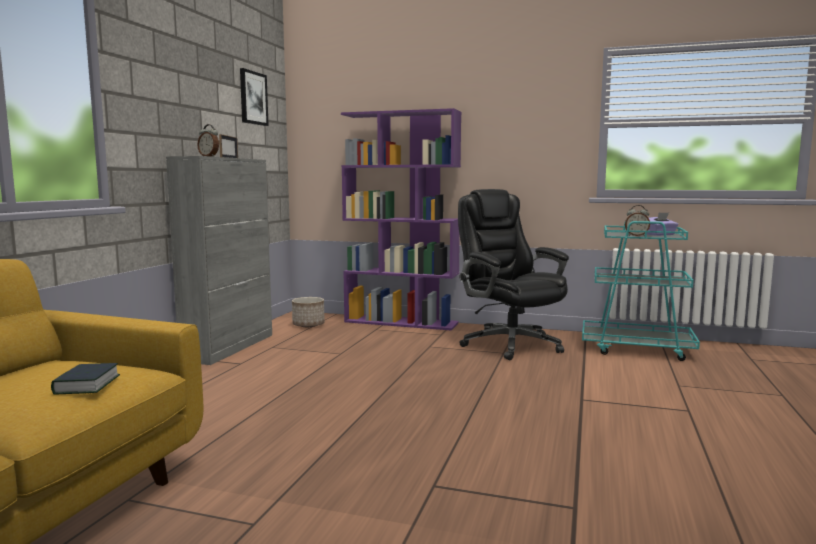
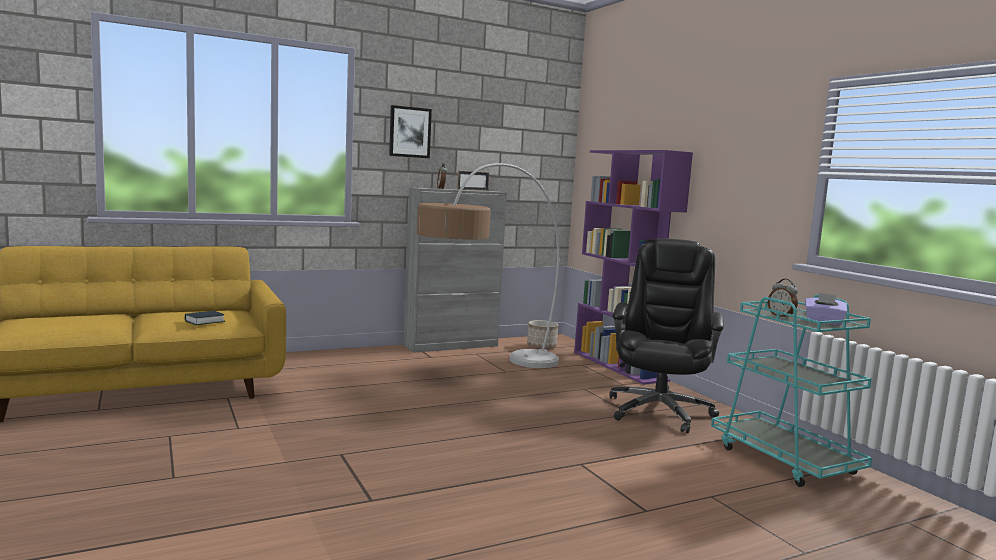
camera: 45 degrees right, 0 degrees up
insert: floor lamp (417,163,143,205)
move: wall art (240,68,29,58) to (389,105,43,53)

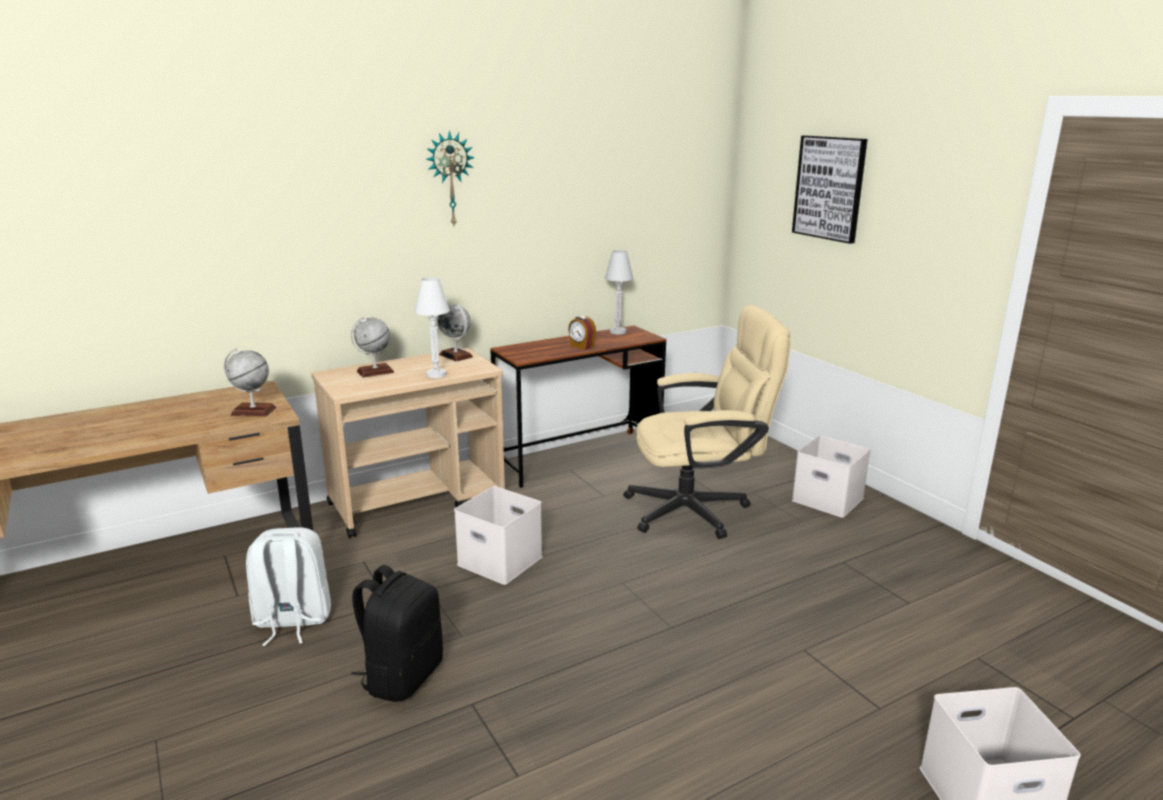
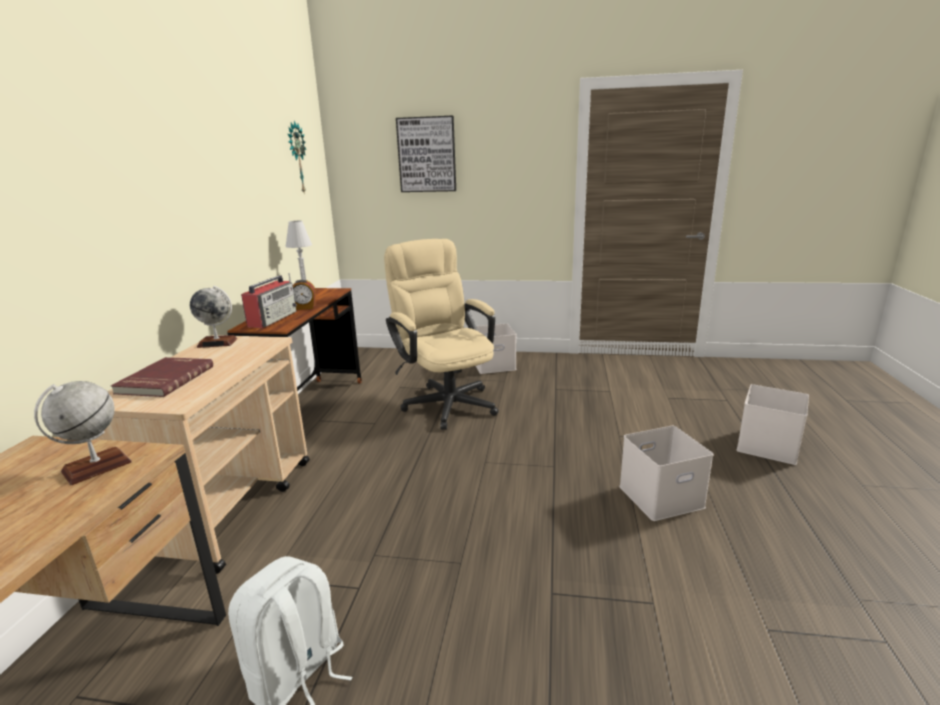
camera: 50 degrees left, 0 degrees up
delete: blackish knapsack (351,565,92,137); whitish tabletop lamp (414,277,36,101)
insert: radio (241,273,56,55)
move: clock on the wall (426,130,49,96) to (288,121,18,74); whitish storage box (454,486,89,99) to (619,426,94,95)
replace: world globe (351,317,43,61) to red bound book (111,357,102,40)
rotate: beige desk chair (623,305,168,234) = (384,239,115,191) 60 degrees counterclockwise

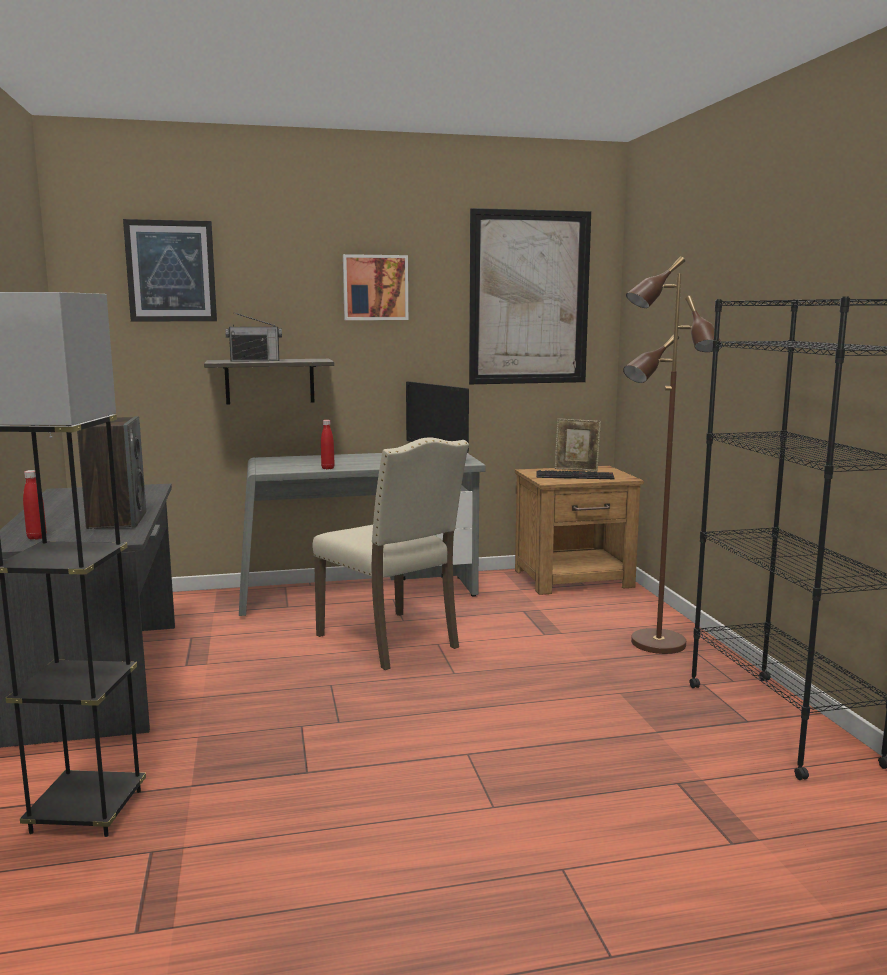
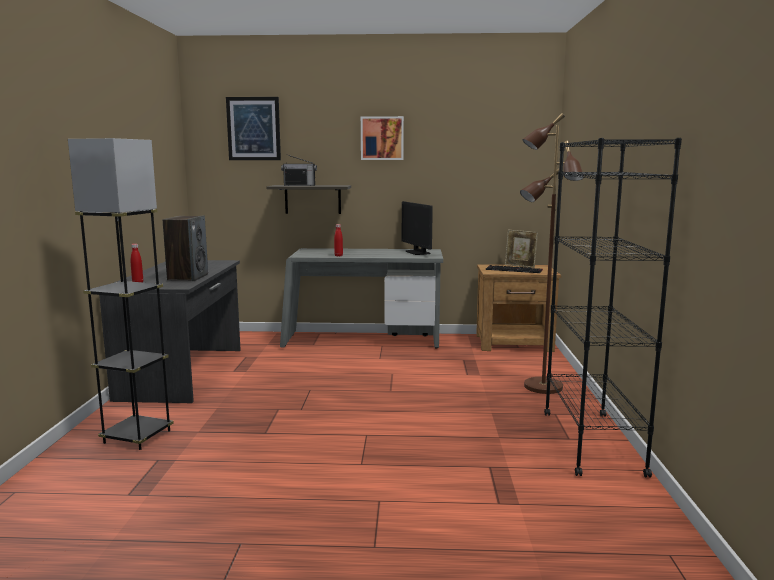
camera: 15 degrees right, 0 degrees up
delete: beige upright chair (312,437,157,233); wall art (469,208,122,176)

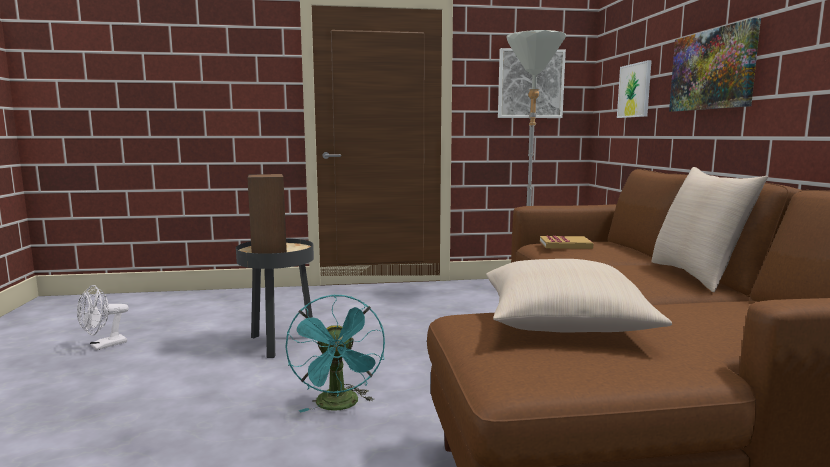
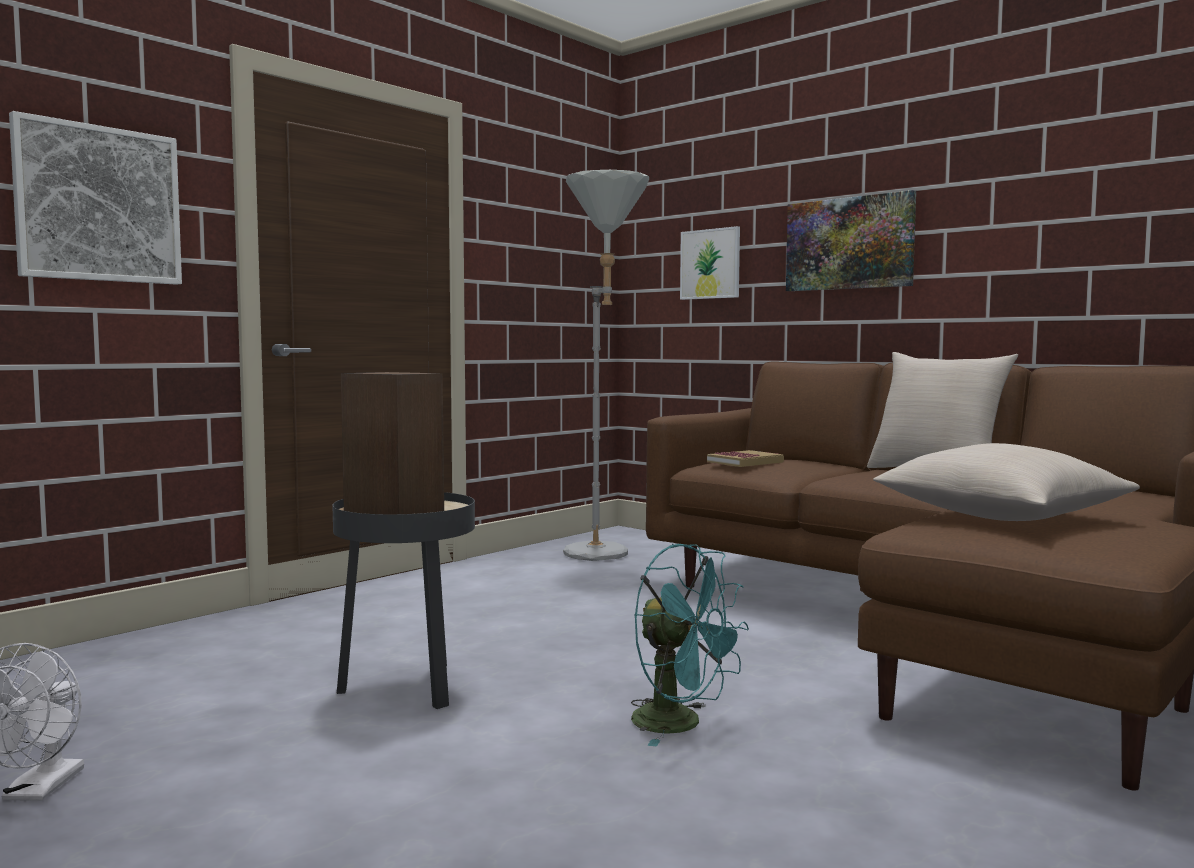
camera: 40 degrees left, 5 degrees down
move: wall art (498,48,68,70) to (9,111,173,174)

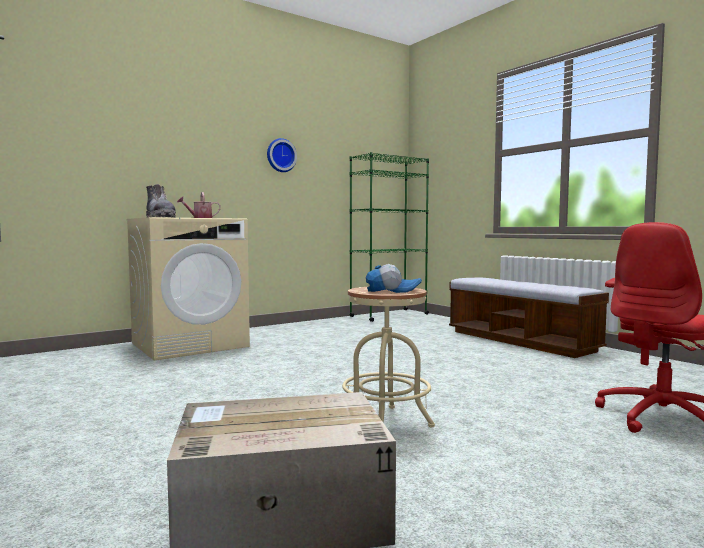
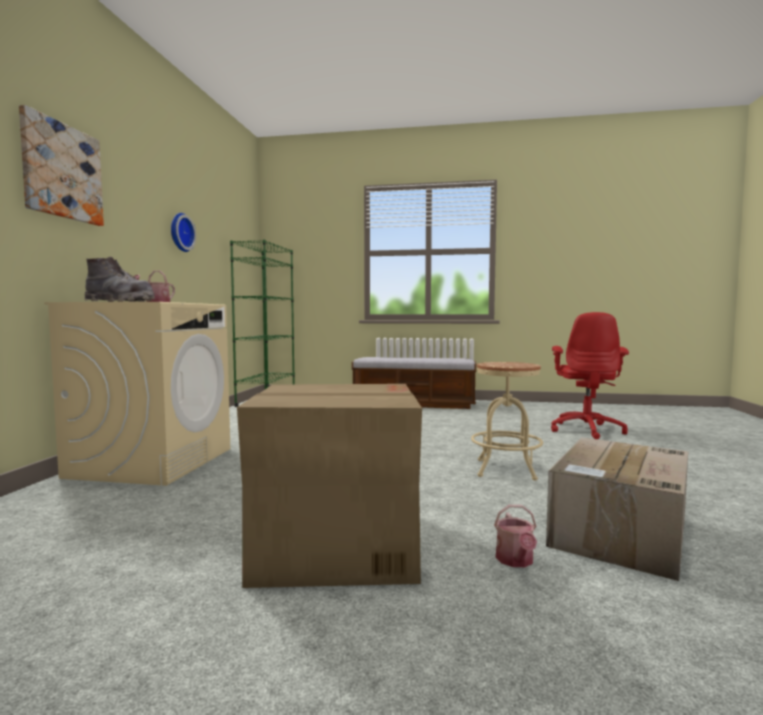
camera: 45 degrees left, 0 degrees up
delete: cap (366,264,56,29)
insert: wall art (19,105,85,121); cardboard box (237,384,185,204); sprinkling can (494,505,43,62)

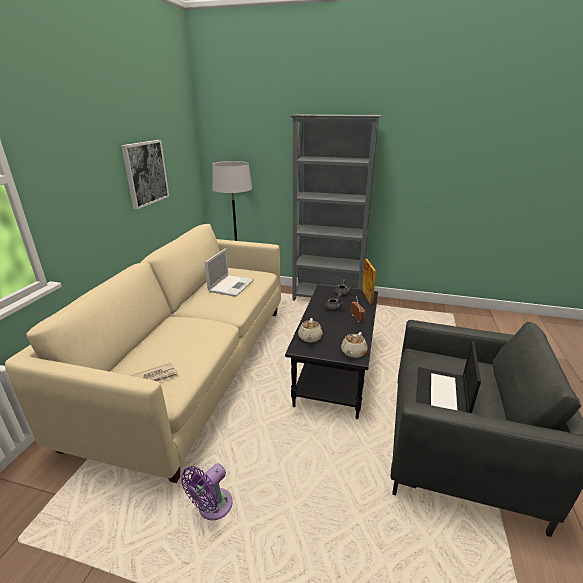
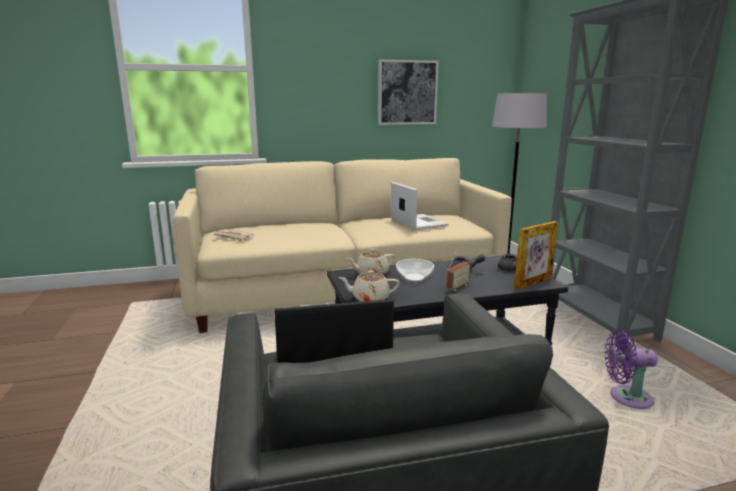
camera: 60 degrees right, 10 degrees down
insert: bowl (396,259,38,22)
move: purplish fan (181,463,52,57) to (605,330,53,79)
rotate: laptop (205,249,49,48) = (391,182,58,48) 105 degrees counterclockwise

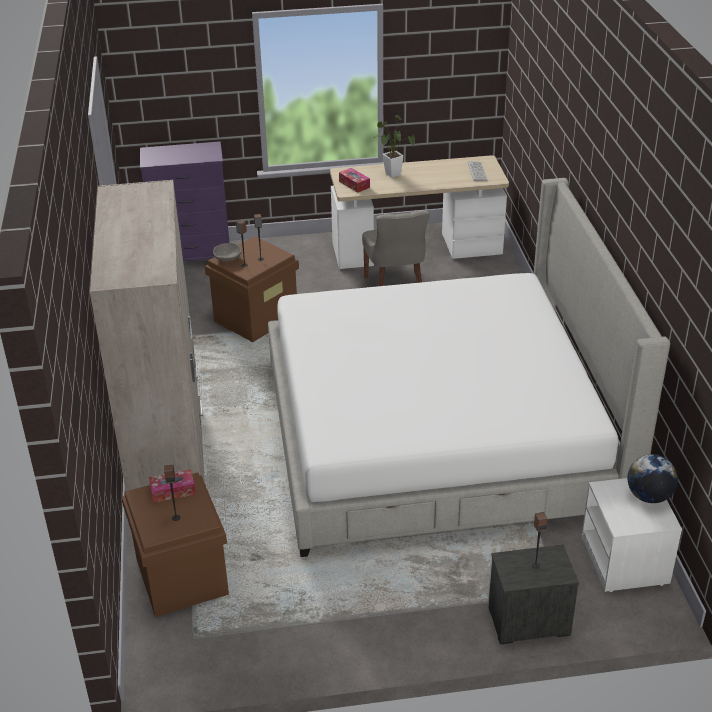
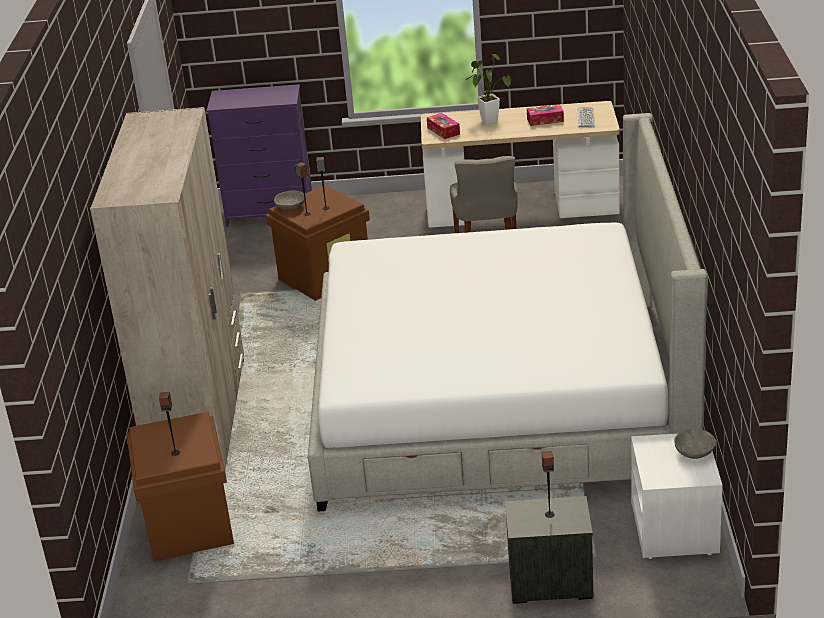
camera: 10 degrees right, 5 degrees down
move: tissue holder (149,469,47,34) to (527,104,37,22)
replace: world globe (628,454,50,49) to greyish bowl (674,429,43,30)

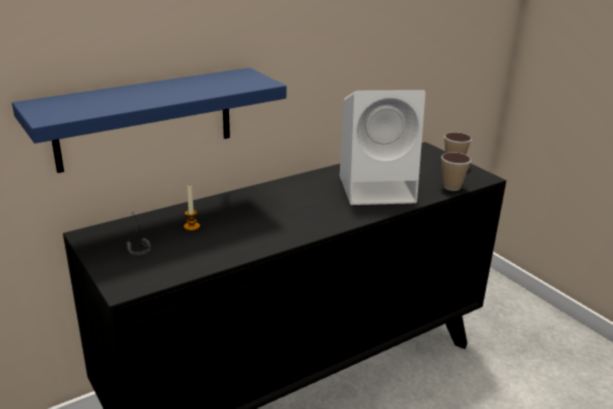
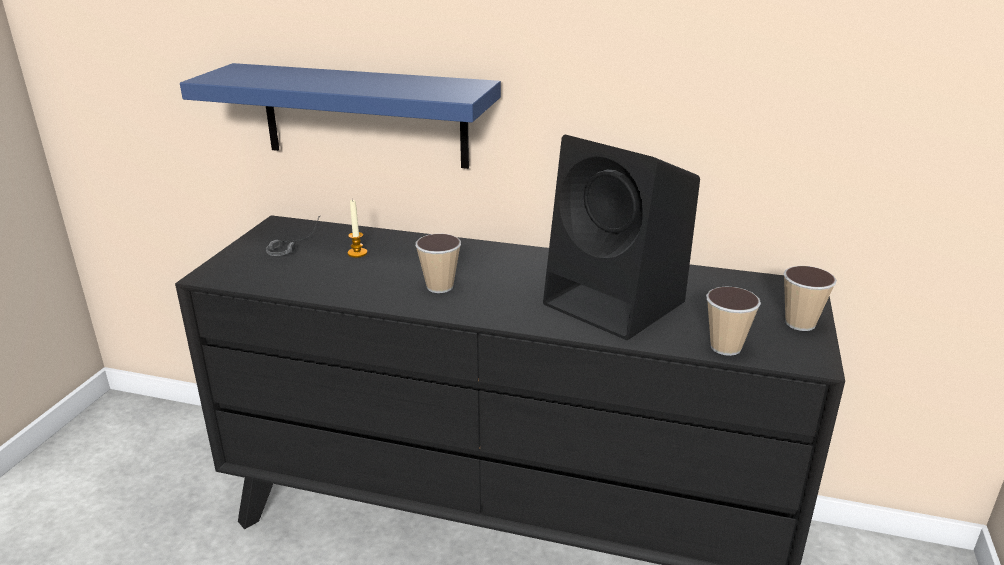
camera: 50 degrees right, 0 degrees up
insert: cup (415,234,46,59)
recolor: whitish audio speaker (340,90,85,115) to blackish audio speaker (543,135,157,205)

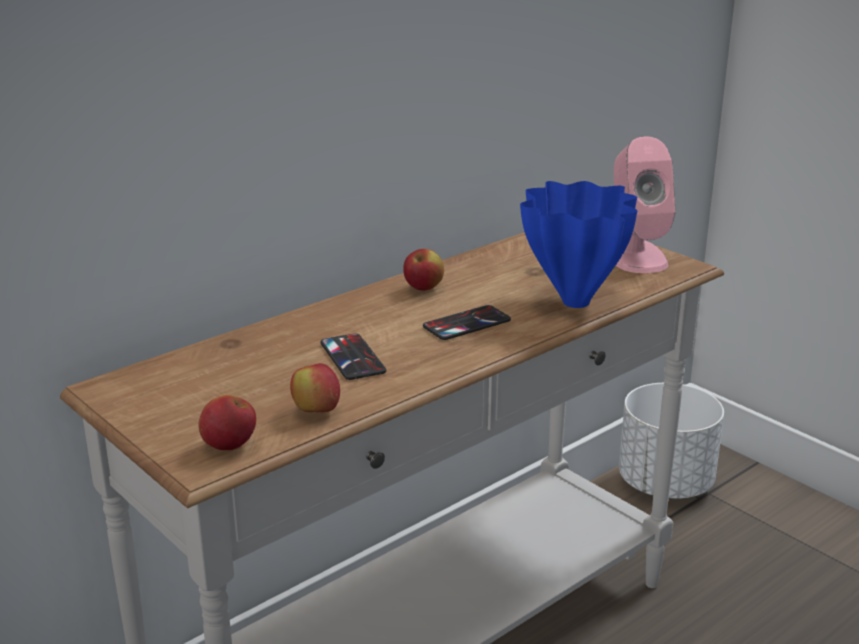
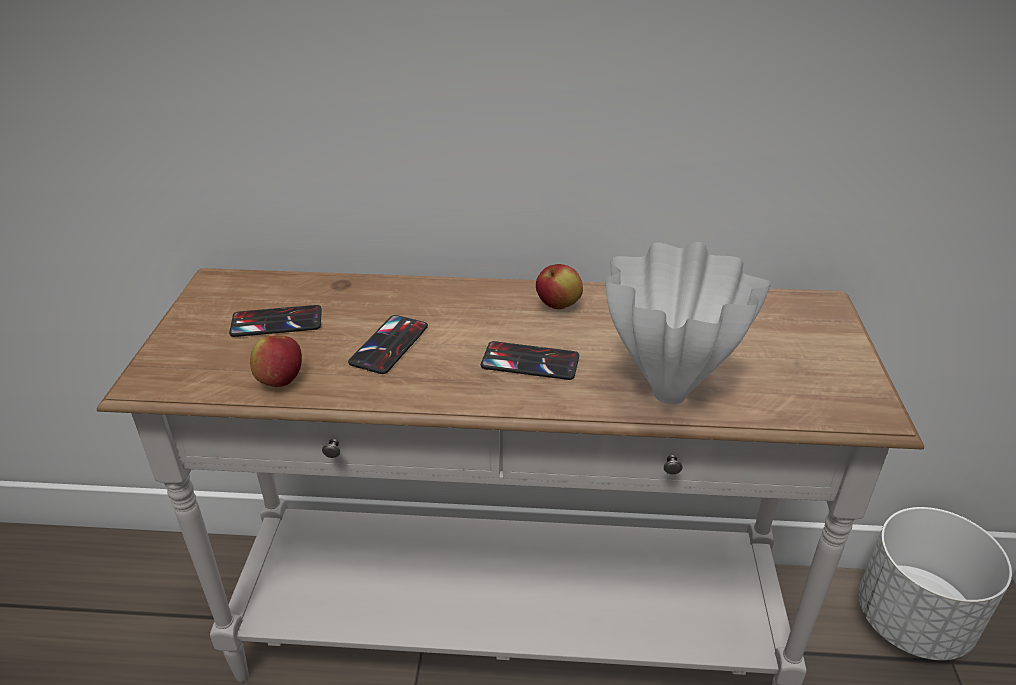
camera: 45 degrees right, 10 degrees up
delete: apple fruit (199,394,57,56); pinkish audio speaker (614,136,62,137)
insert: phone (229,305,93,32)
recolor: blue decorative vase (520,181,117,127) to whitish decorative vase (605,242,166,162)

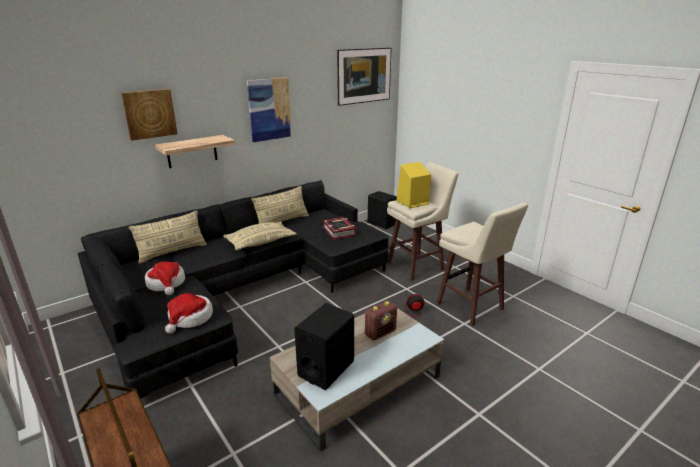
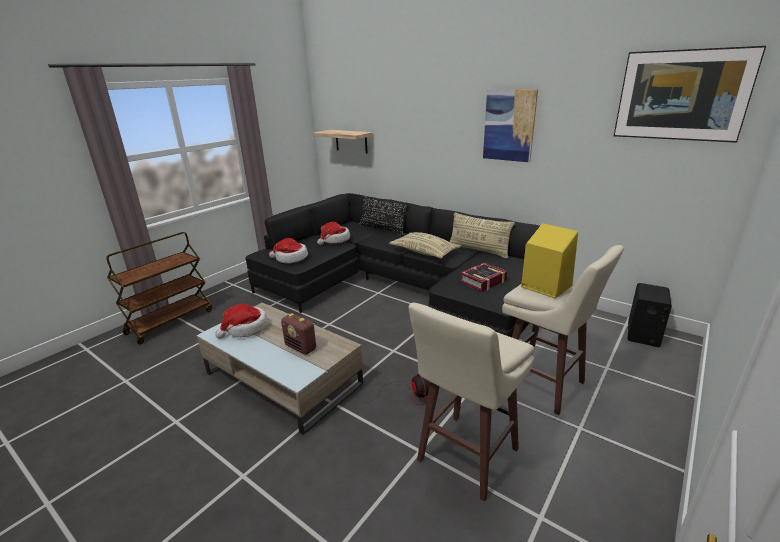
camera: 75 degrees right, 0 degrees up
delete: wall art (121,89,57,52)
move: wall shelf (155,135,81,33) to (313,130,60,23)
replace: blackish audio speaker (294,303,60,87) to clothing hat (215,304,53,35)
recolor: beige cushion (129,210,78,54) to blackish cushion (359,196,49,39)

